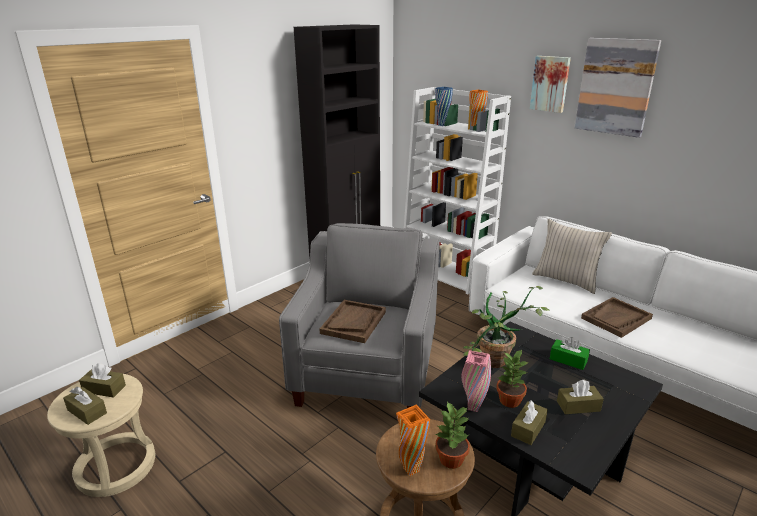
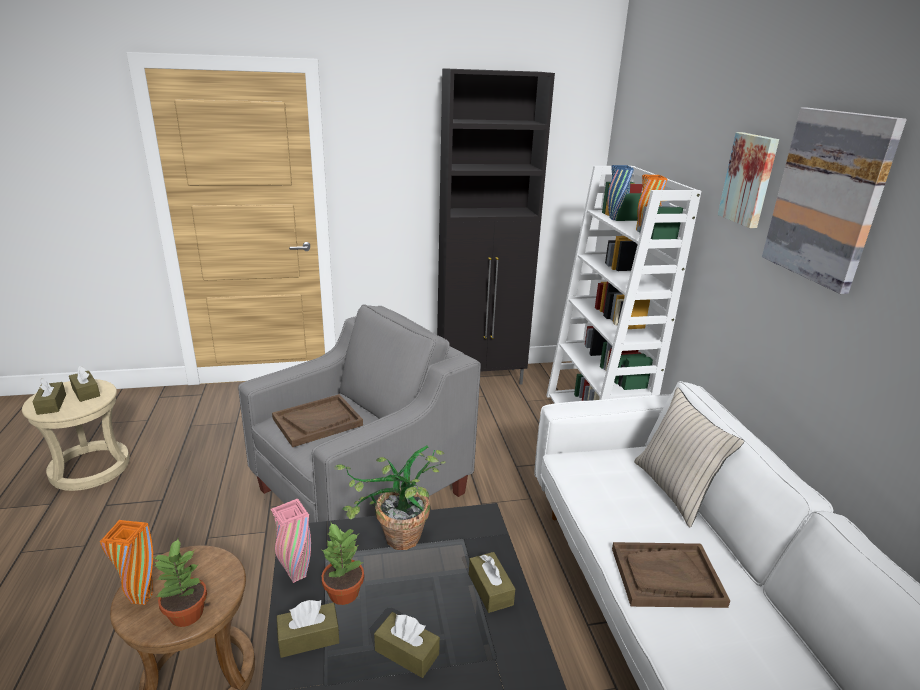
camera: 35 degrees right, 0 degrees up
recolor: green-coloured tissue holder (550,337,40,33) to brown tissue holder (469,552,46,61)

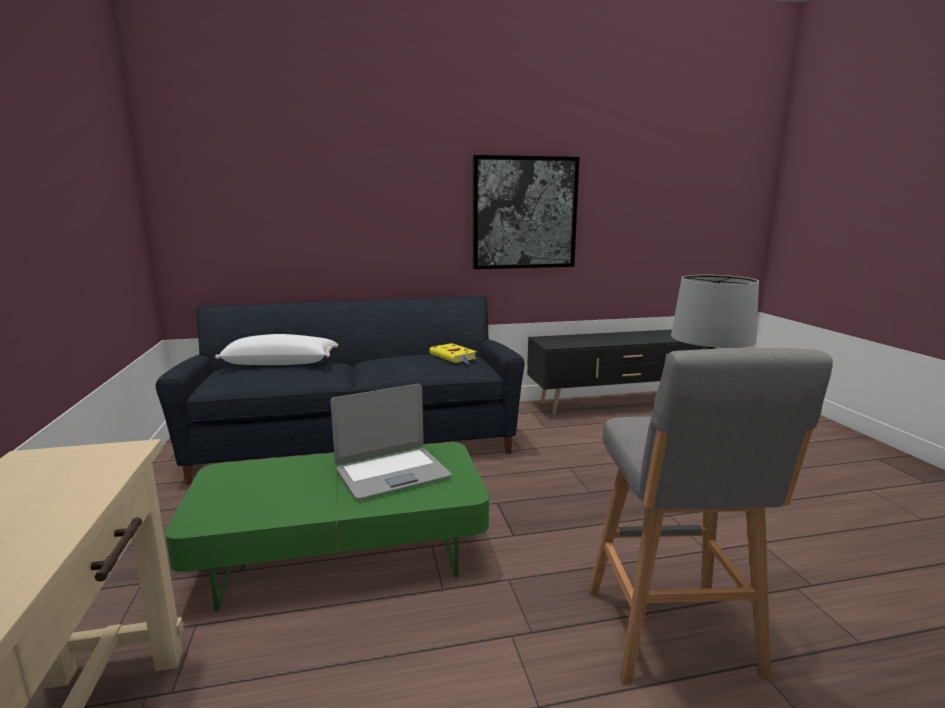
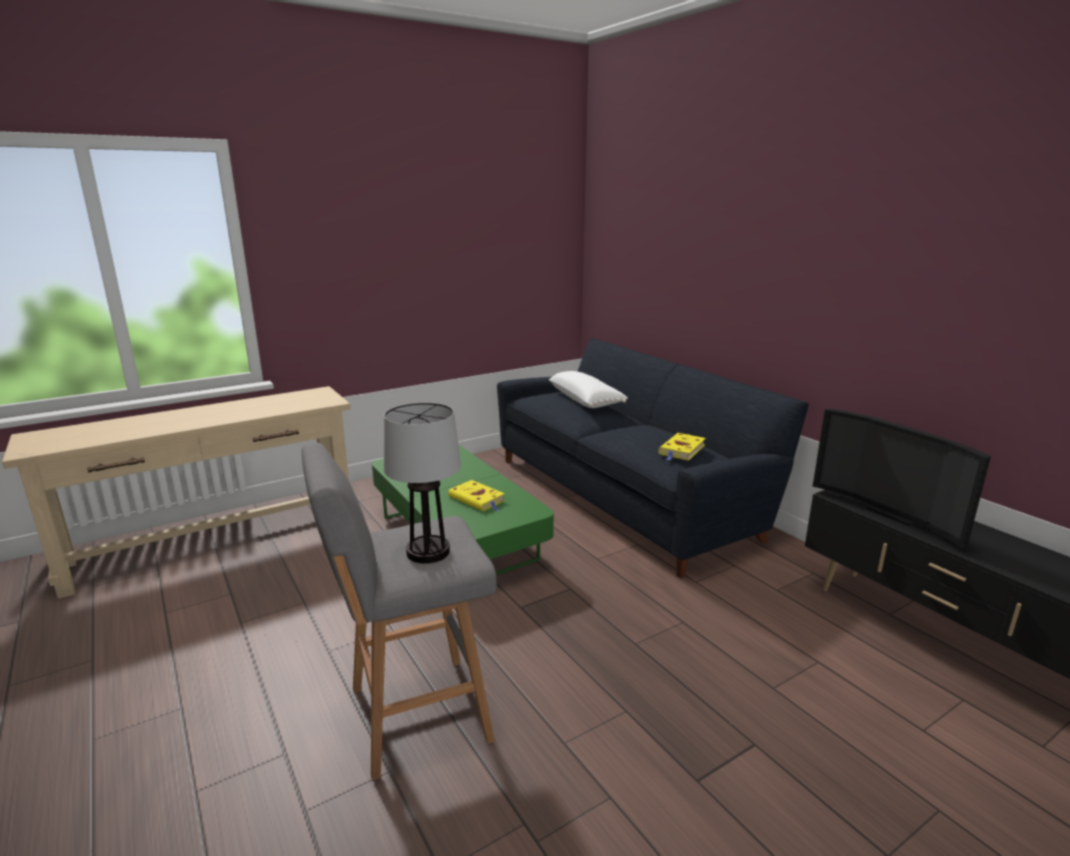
camera: 70 degrees right, 5 degrees up
delete: wall art (473,155,107,114)
insert: television (813,408,178,141)
replace: laptop (330,384,122,116) to yellowish bound book (448,480,57,31)

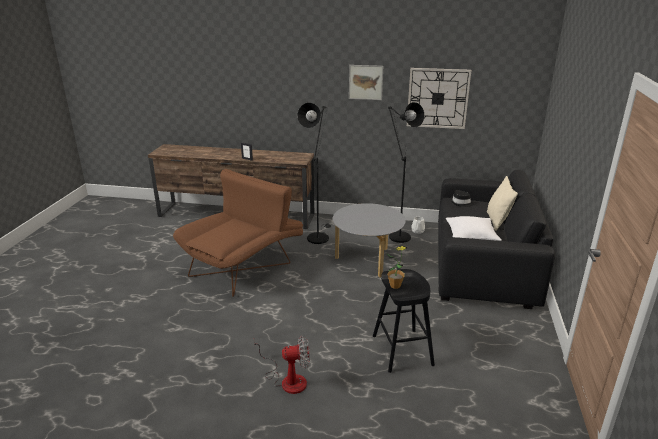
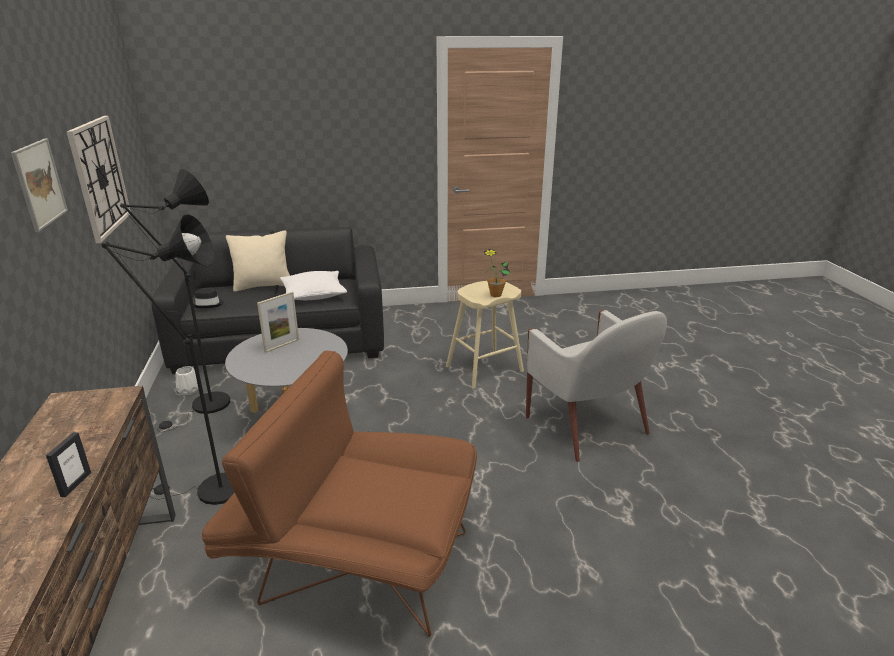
camera: 110 degrees left, 0 degrees up
insert: picture frame (257,292,42,61)
replace: fan (254,336,56,58) to whitish armchair (526,310,141,152)
recolor: blackish stool seat (373,269,62,104) to beige stool seat (446,281,78,108)

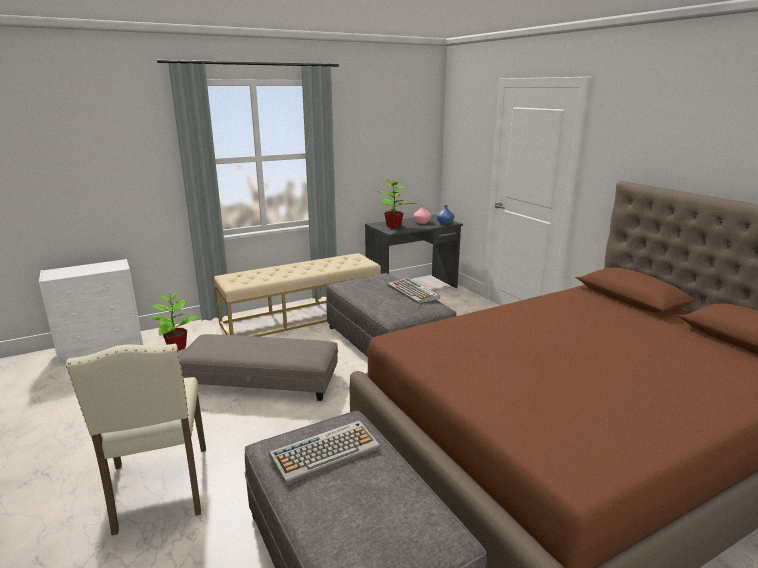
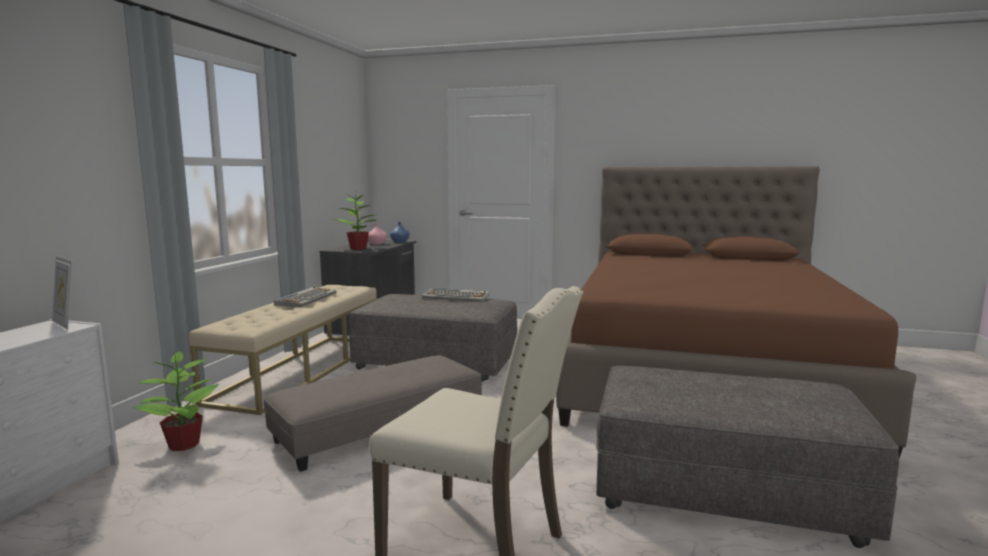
camera: 45 degrees left, 10 degrees down
insert: picture frame (52,256,20,73)
move: computer keyboard (269,420,111,65) to (274,287,63,20)

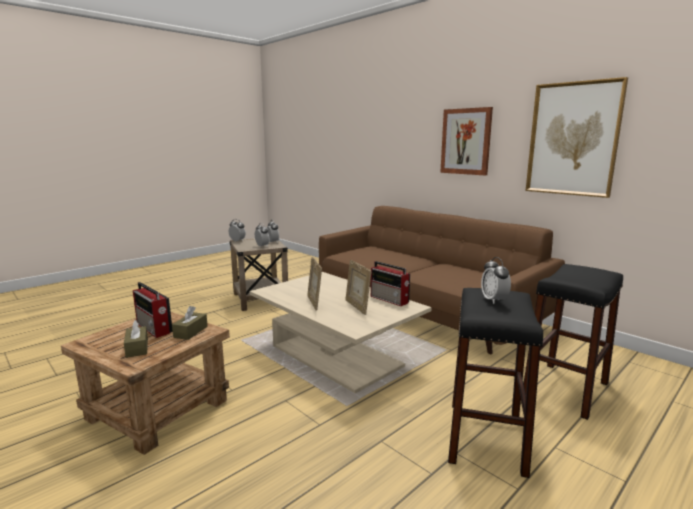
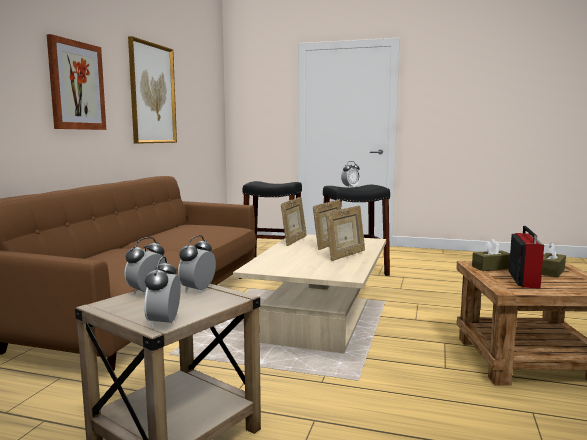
camera: 120 degrees left, 5 degrees down
replace: radio (371,261,39,45) to picture frame (281,197,26,49)

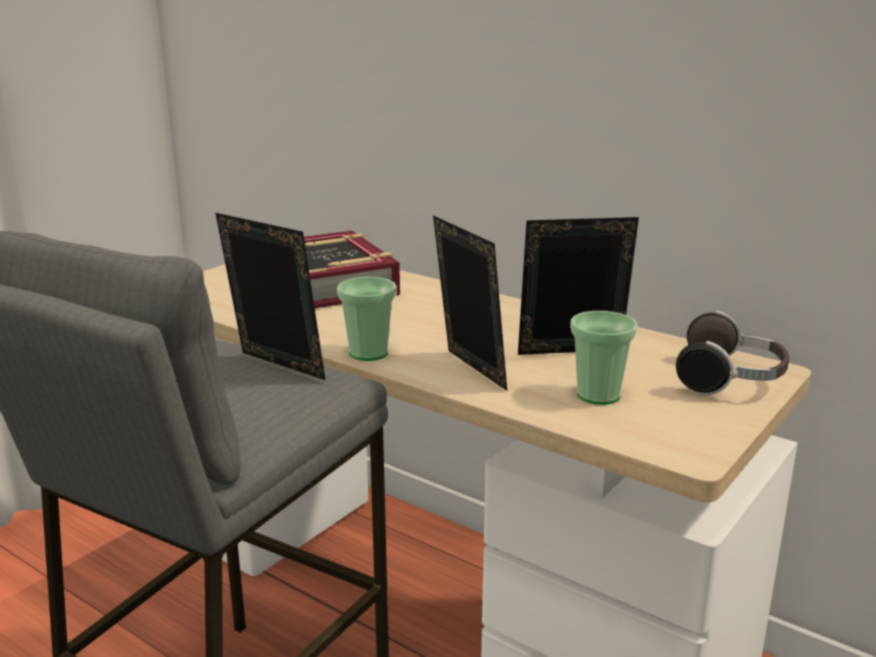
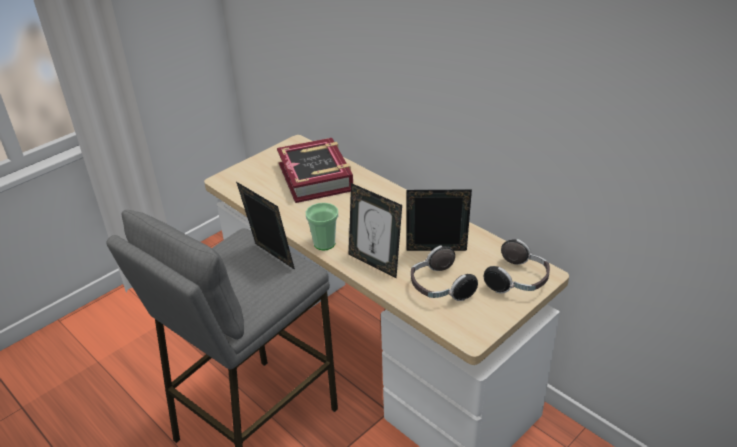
camera: 10 degrees right, 15 degrees up
replace: cup (571,311,67,94) to headset (411,245,67,56)
rotate: picture frame (433,215,74,176) = (349,183,53,95) 150 degrees clockwise

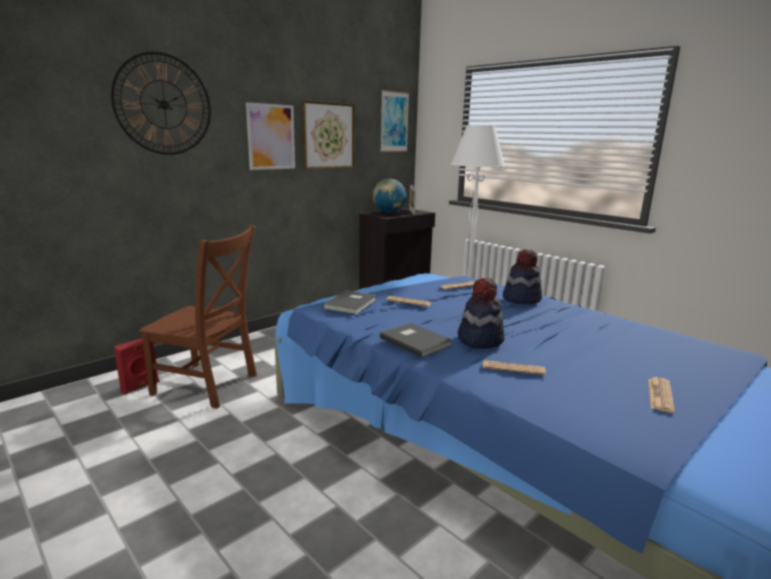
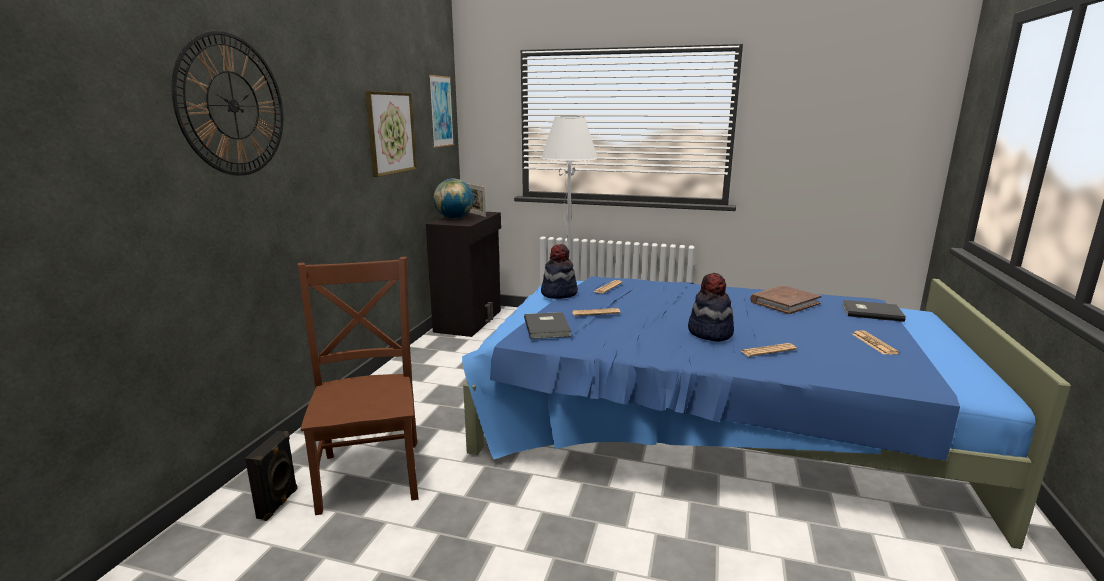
camera: 30 degrees left, 0 degrees up
delete: wall art (246,102,49,68)
insert: brown bound book (750,286,71,28)
move: greyish bound book (380,323,72,35) to (842,300,64,22); clothing hat (503,249,39,55) to (541,244,37,55)
recolor: red audio speaker (114,338,46,56) to blackish audio speaker (245,431,53,90)
rotate: brown upright chair (139,226,118,183) = (297,257,121,258) 90 degrees counterclockwise

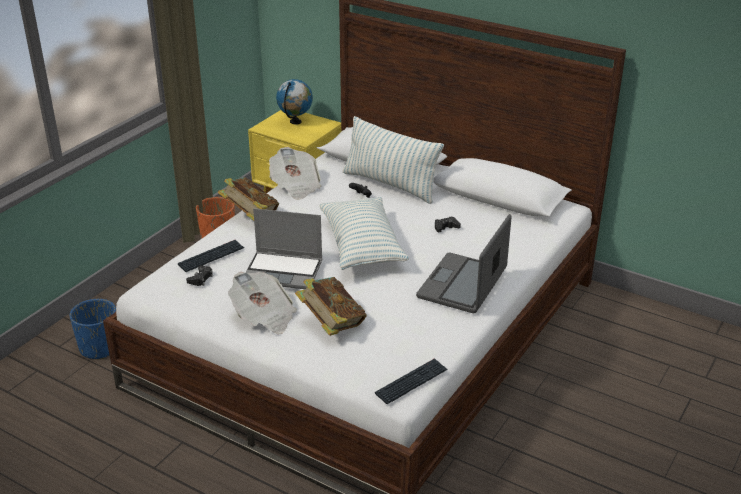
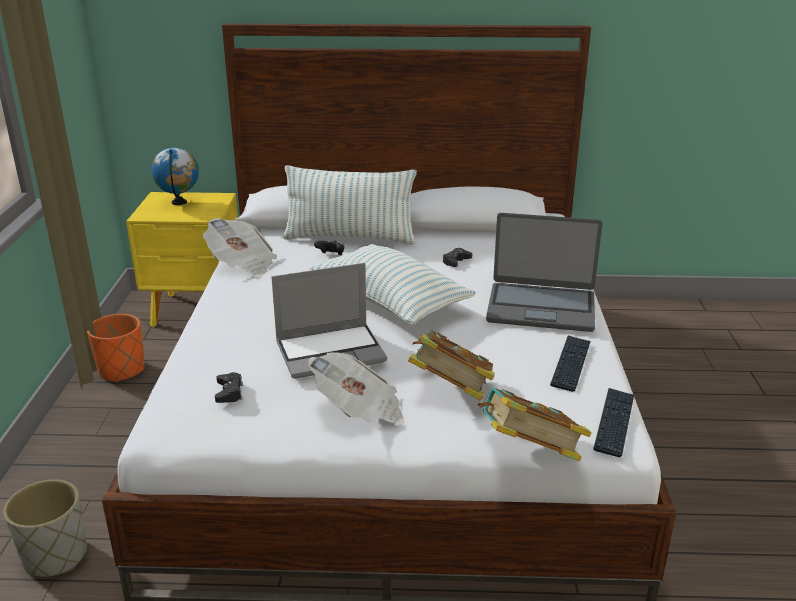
camera: 30 degrees left, 5 degrees down
move: computer keyboard (178,240,66,32) to (550,336,41,56); bound book (218,177,61,44) to (478,388,114,73)
recolor: blue flower pot (70,299,46,61) to greyish flower pot (3,479,84,98)
rotate: laptop (416,214,96,99) = (486,213,116,119) 75 degrees counterclockwise

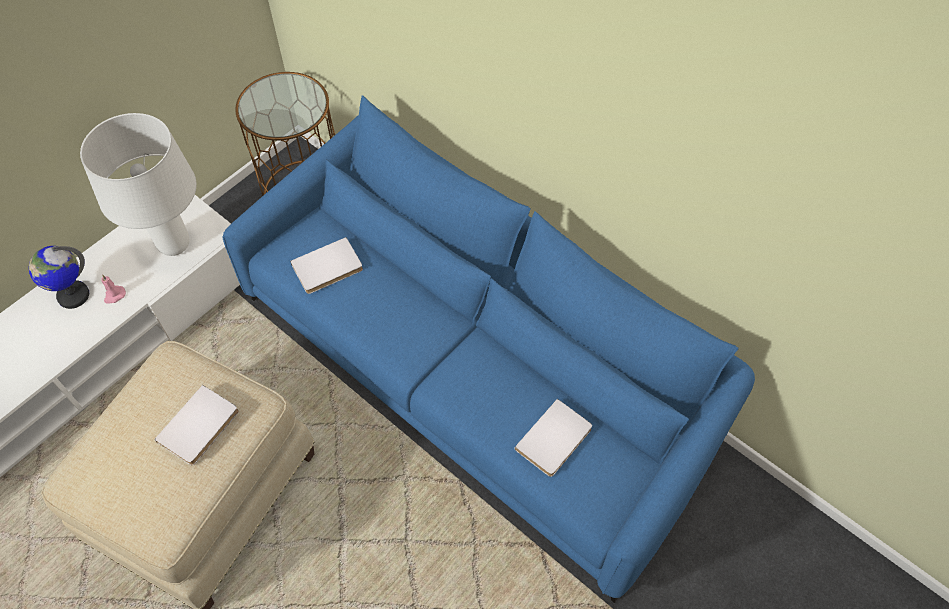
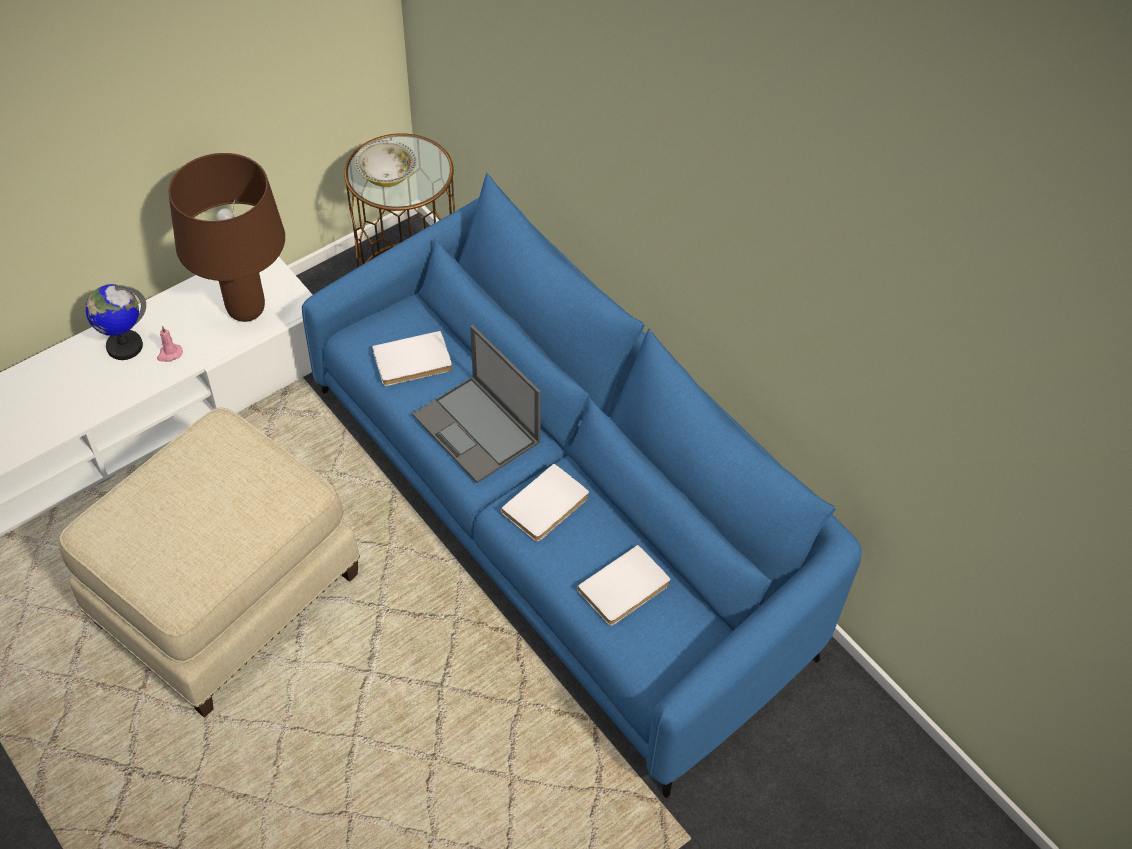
camera: 10 degrees right, 5 degrees down
insert: bowl (354,140,63,47); laptop (412,325,129,158)
move: whitish bound book (154,385,85,80) to (501,463,88,78)
recolor: whitish tabletop lamp (80,113,116,143) to brown tabletop lamp (169,153,116,169)

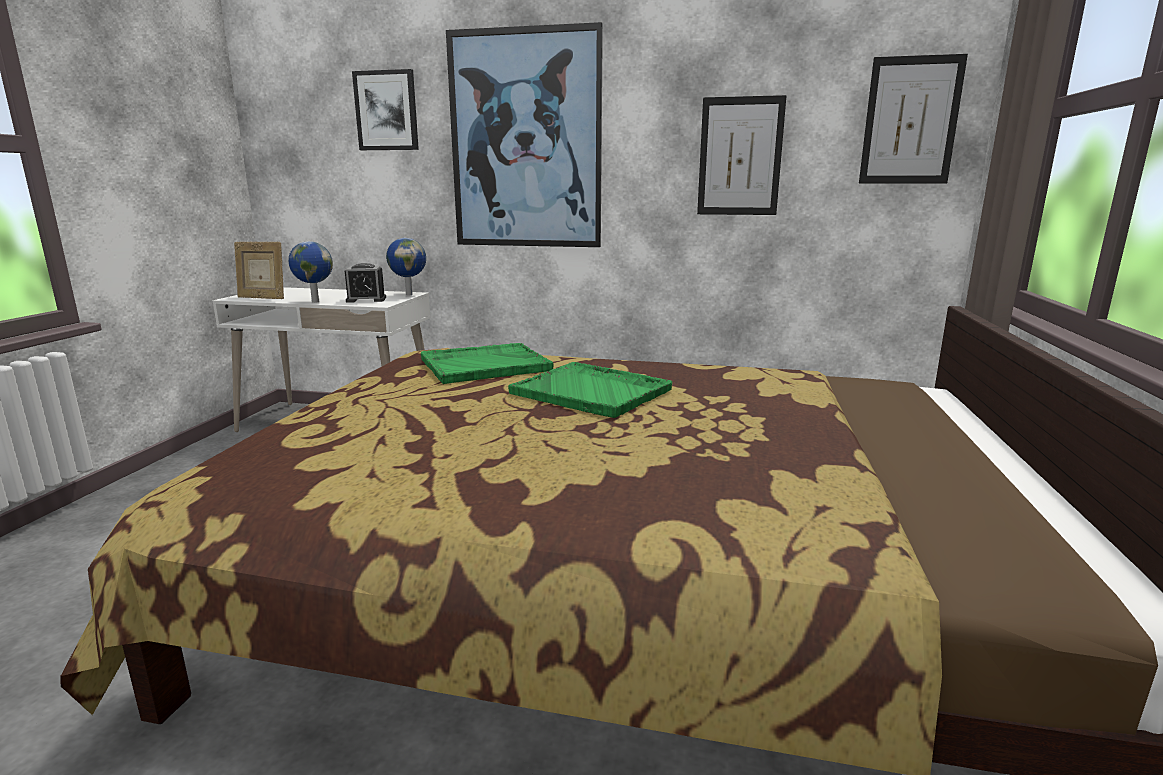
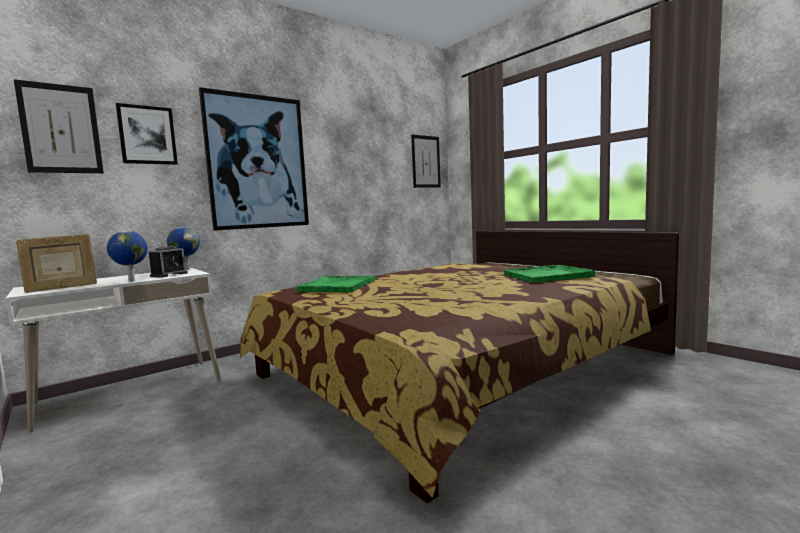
camera: 50 degrees left, 10 degrees down
move: green-coloured tray (508,362,164,56) to (504,265,91,18); wall art (697,95,89,120) to (14,79,90,94)

